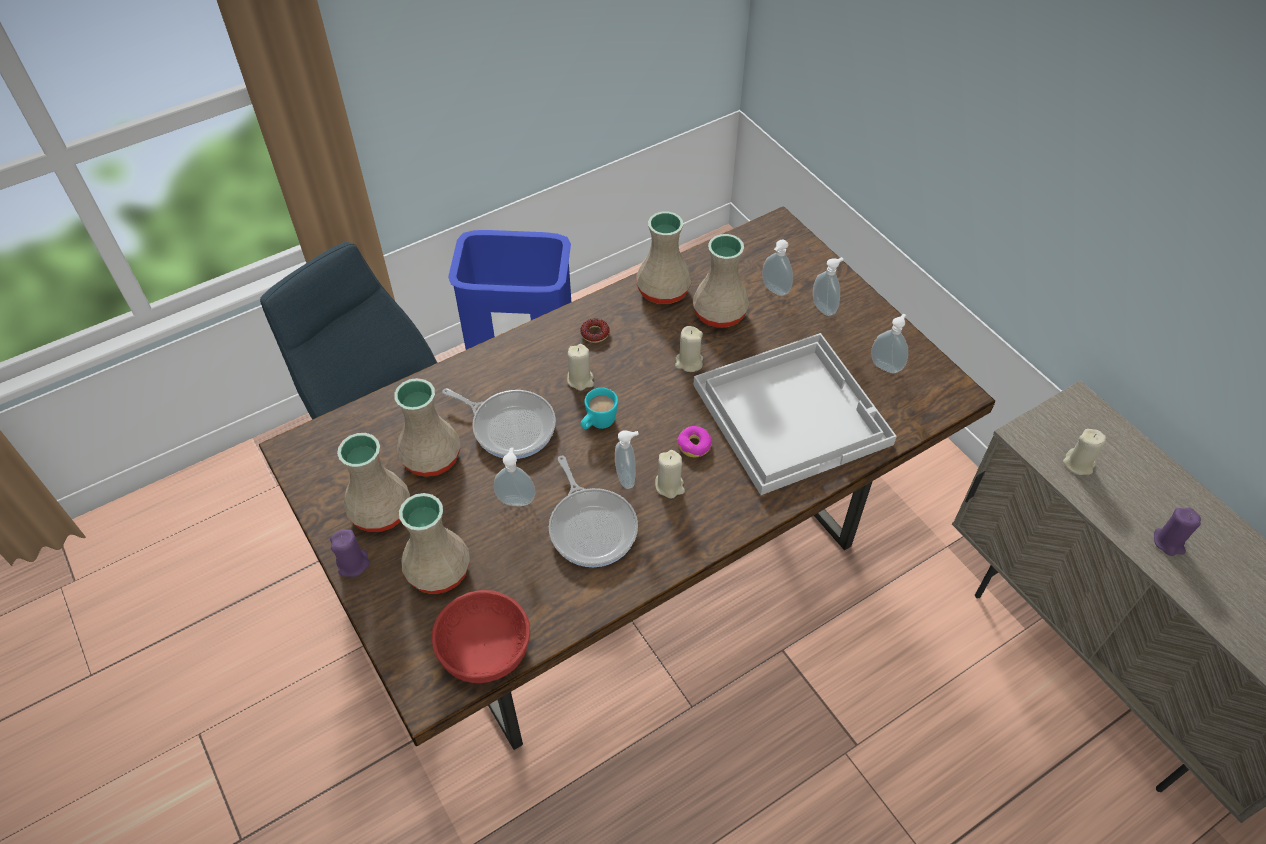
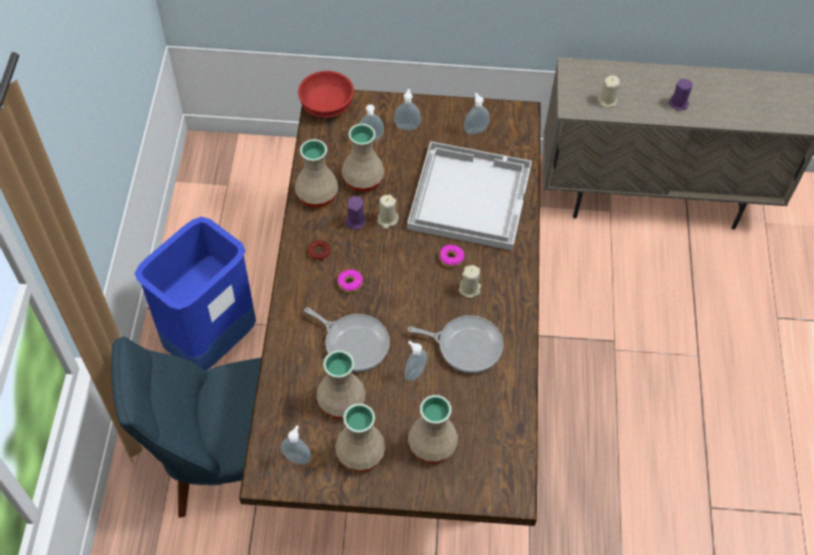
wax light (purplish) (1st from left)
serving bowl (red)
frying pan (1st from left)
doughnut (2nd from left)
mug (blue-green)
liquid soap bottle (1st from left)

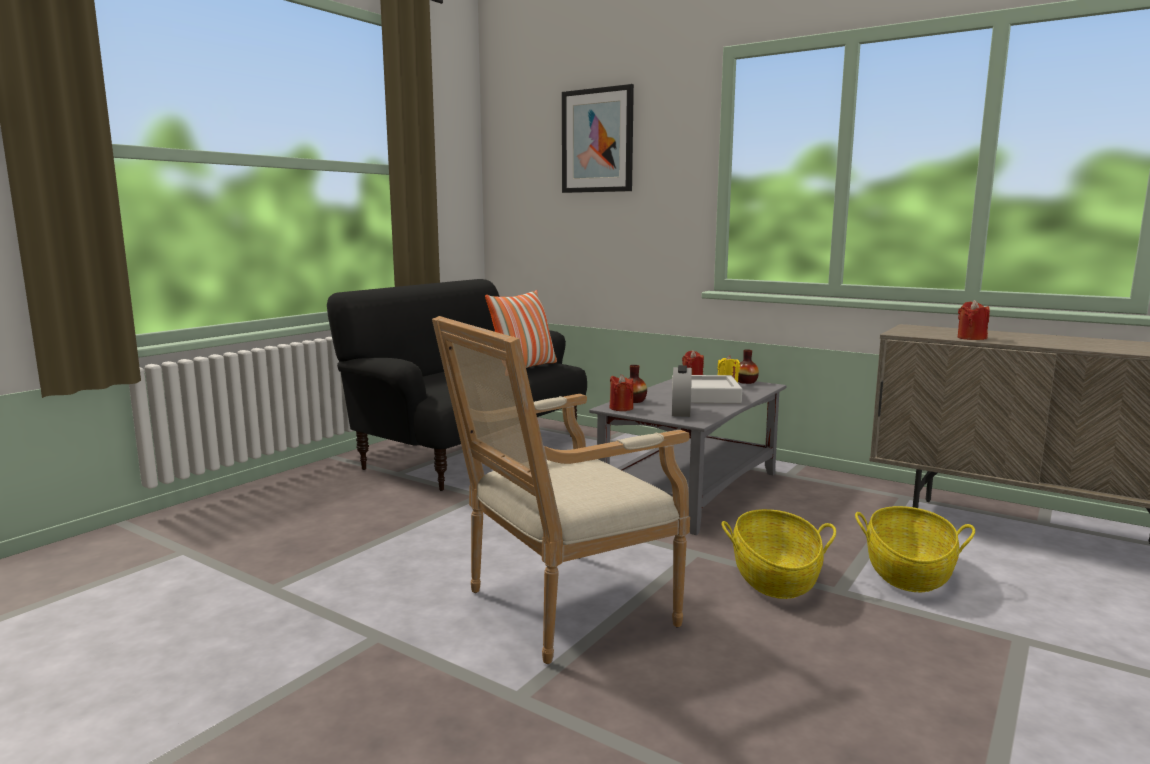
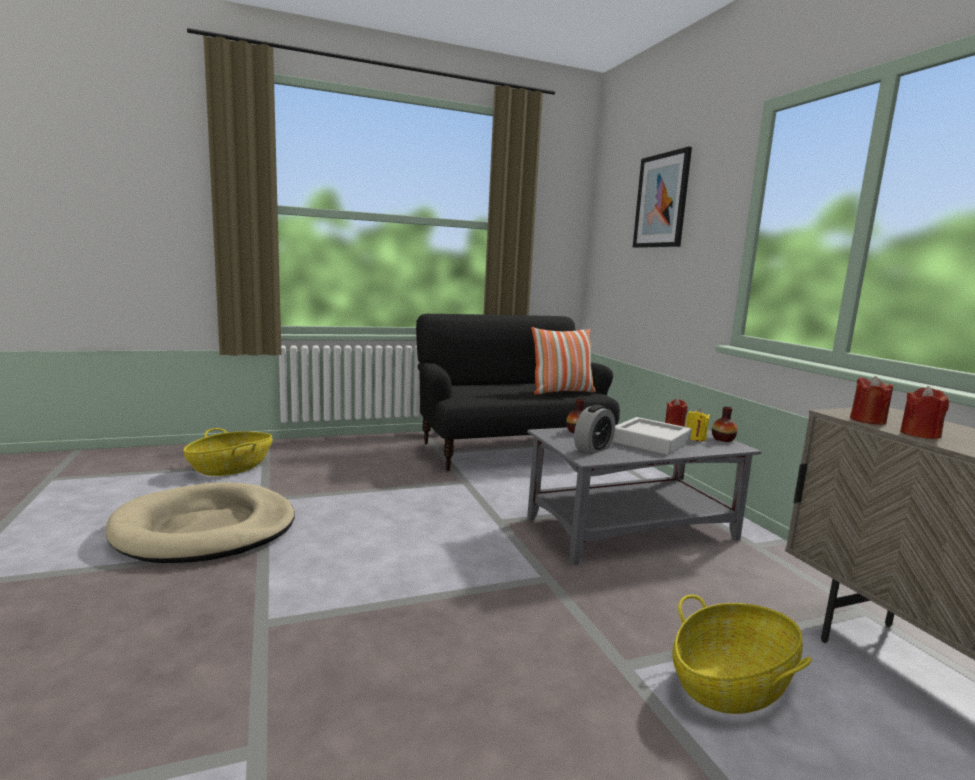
armchair
wax light (red) (2nd from left)
storage basket (1st from left)
dog cushion (beige-coloured)

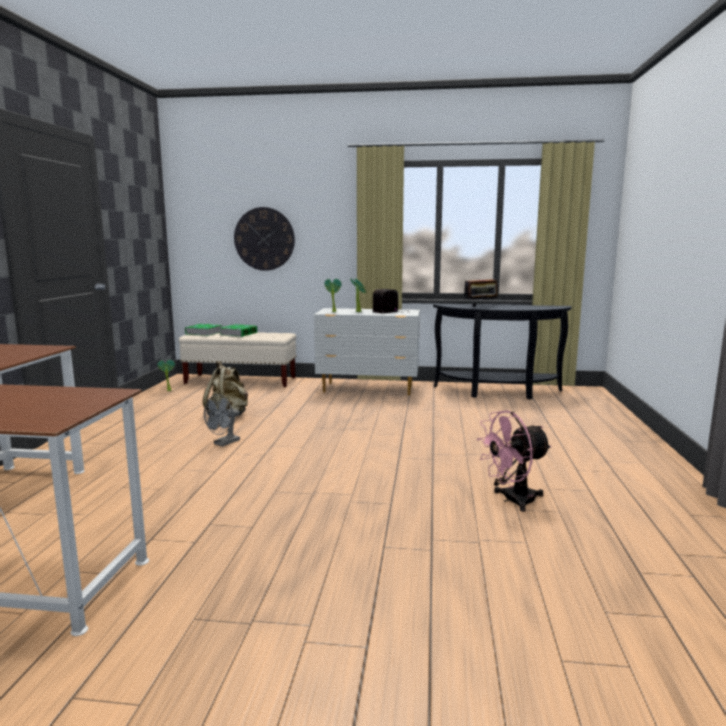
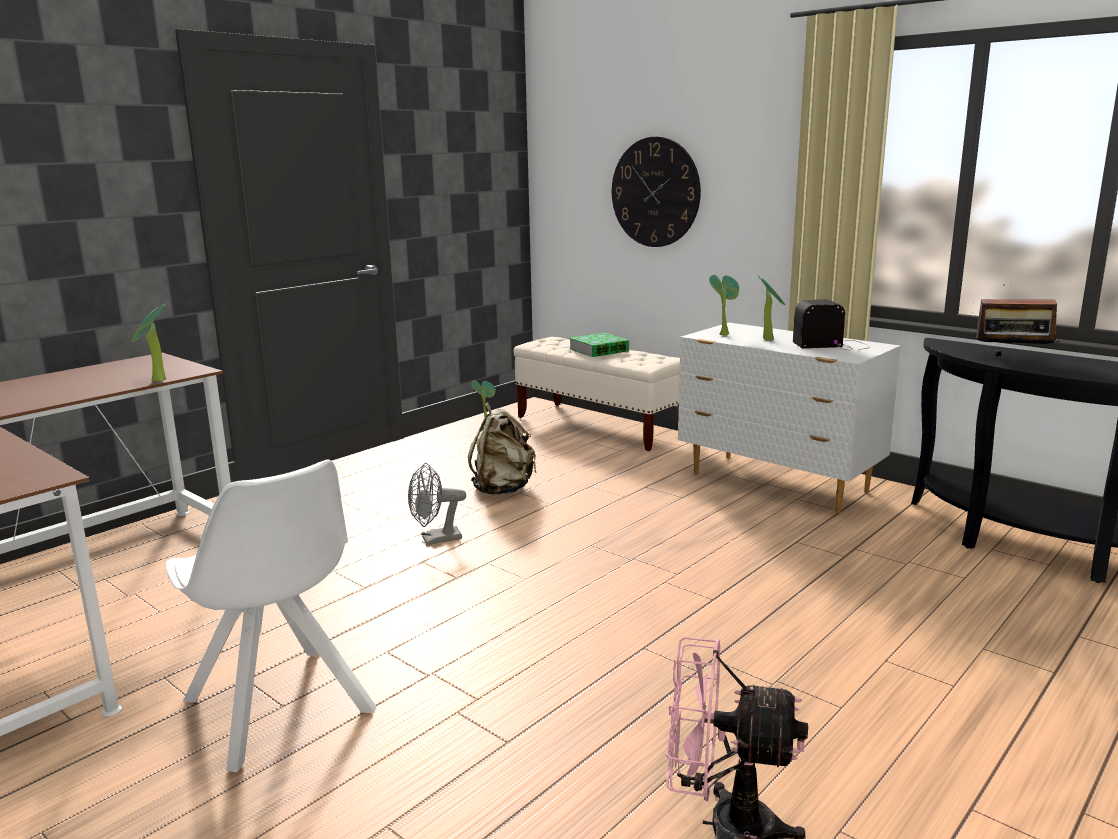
volume (1st from left in the first image)
houseplant (1st from left)
upright chair (whitish)

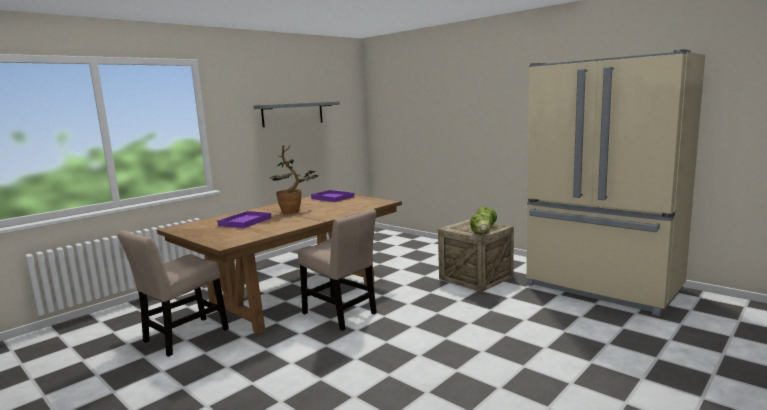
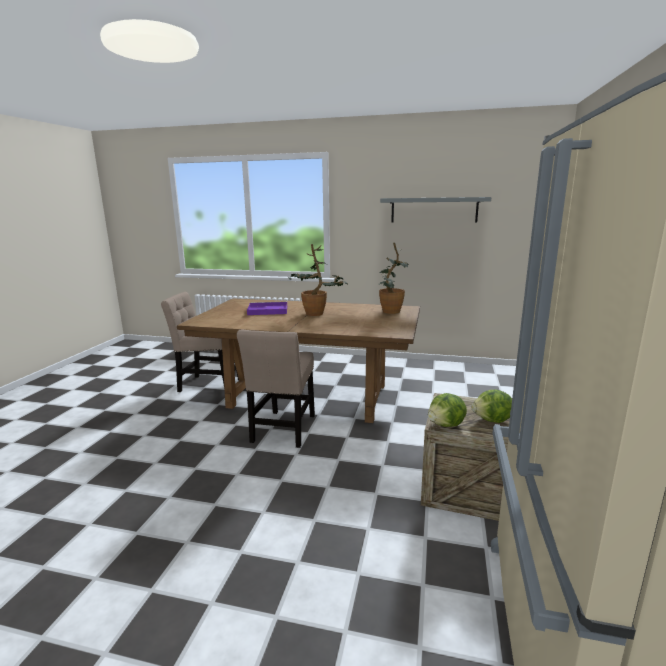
houseplant (2nd from left)

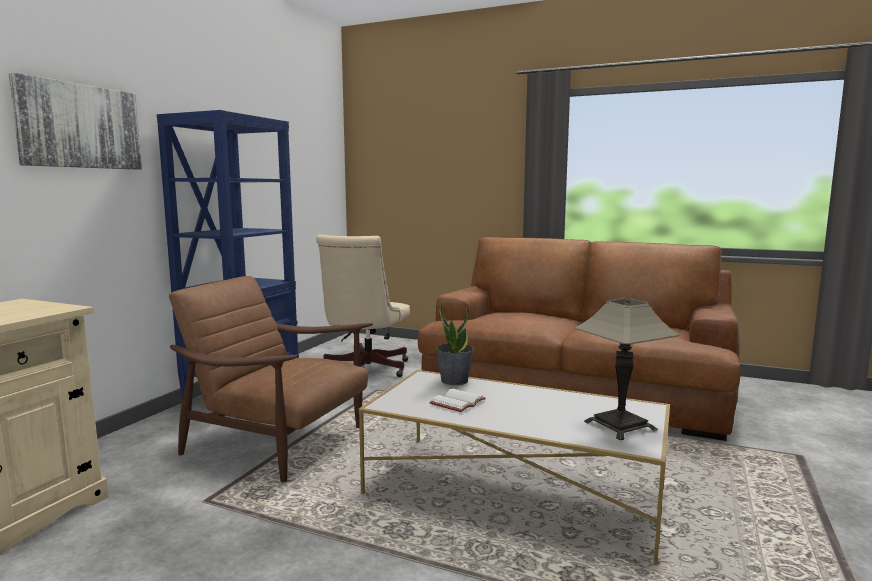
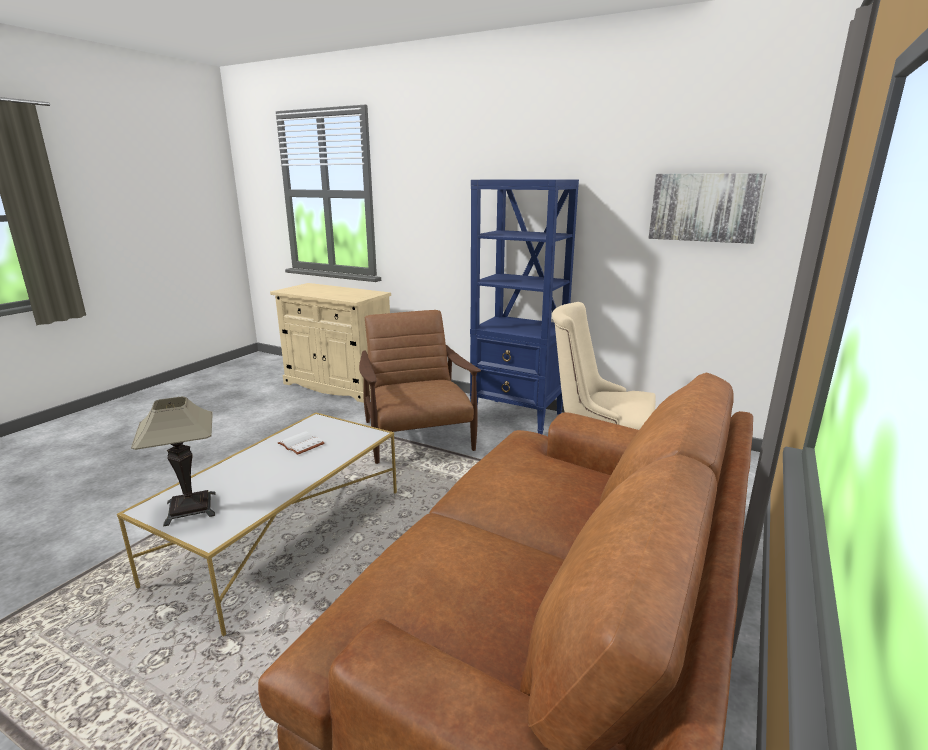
picture
armchair (brown)
houseplant

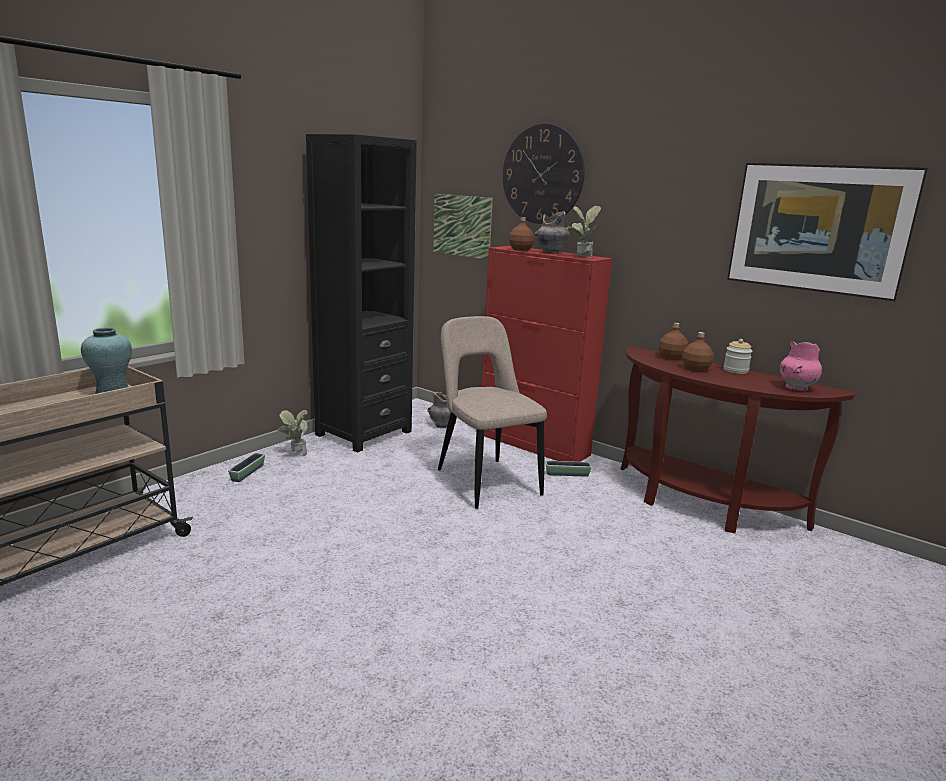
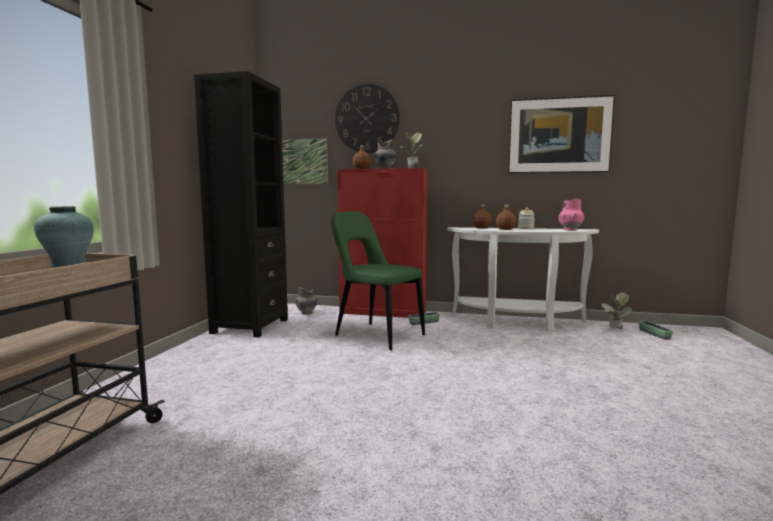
plant pot (2nd from left)
houseplant (2nd from left)
upright chair (greenish)
console table (whitish)

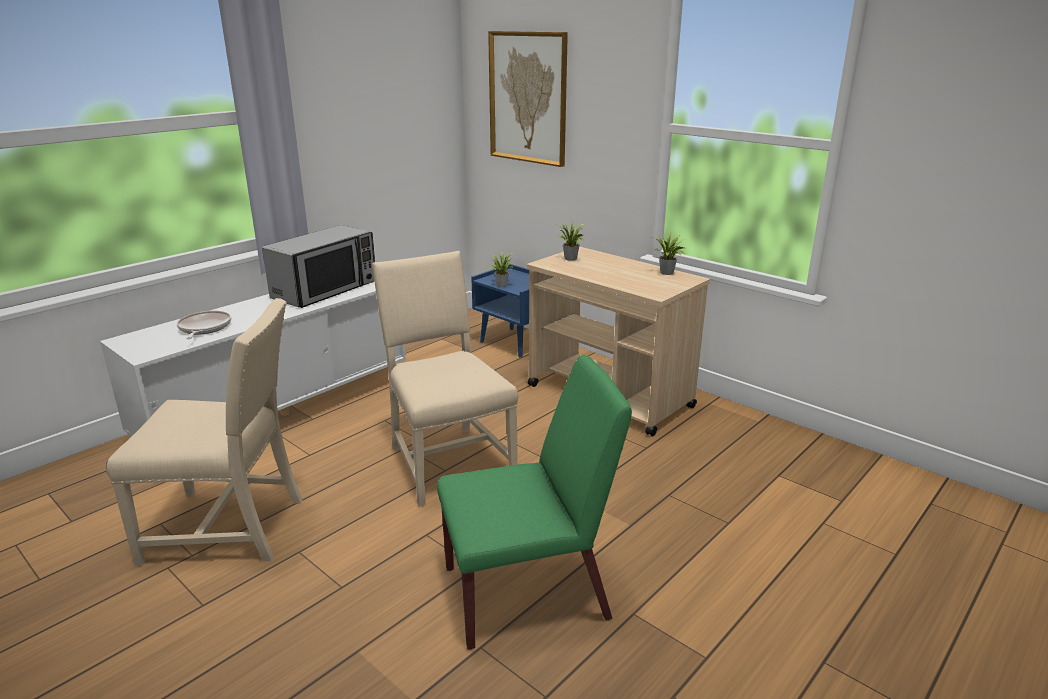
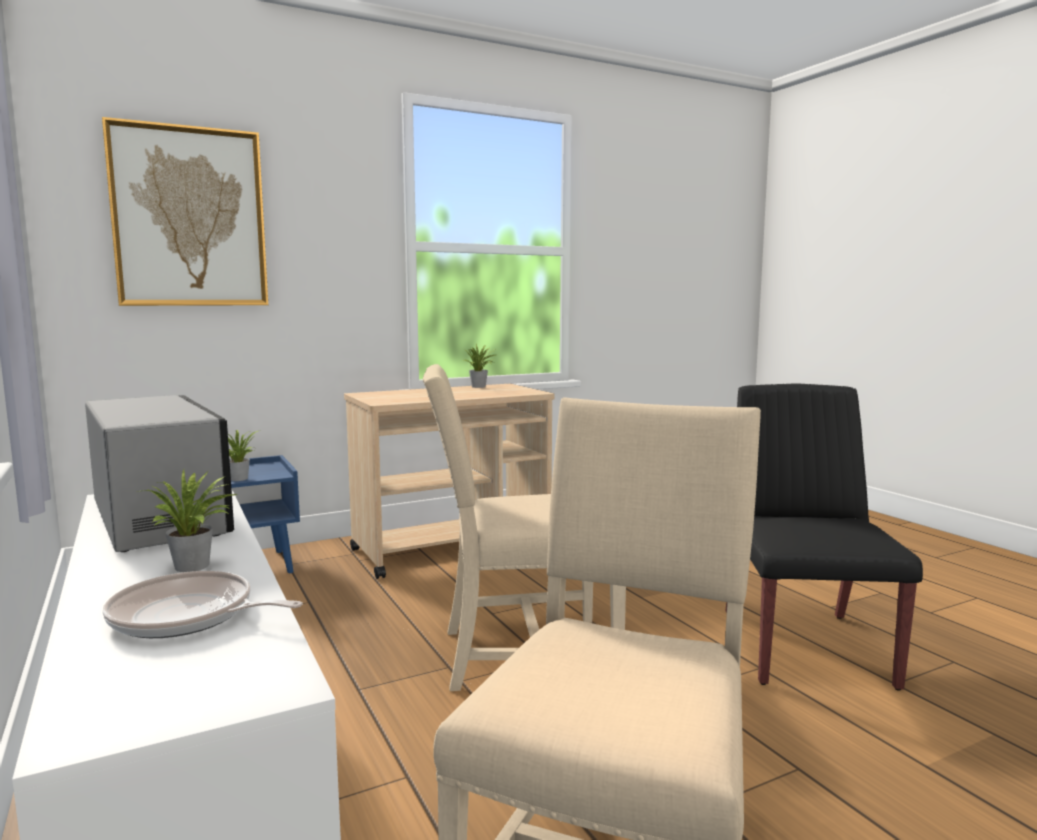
upright chair (black-coloured)
houseplant (1st from left)

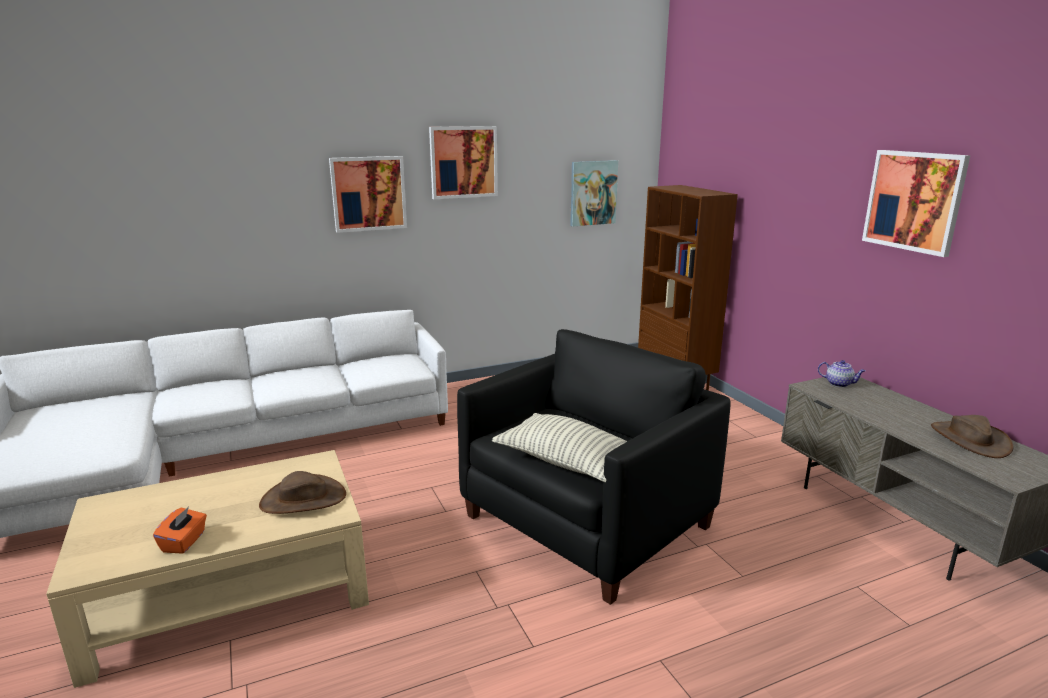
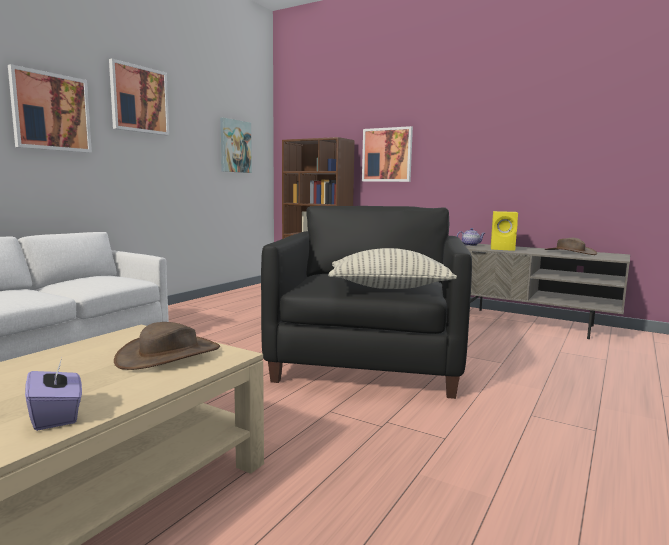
tissue box (purplish)
picture (4th from left)
loudspeaker (yellow-coloured)

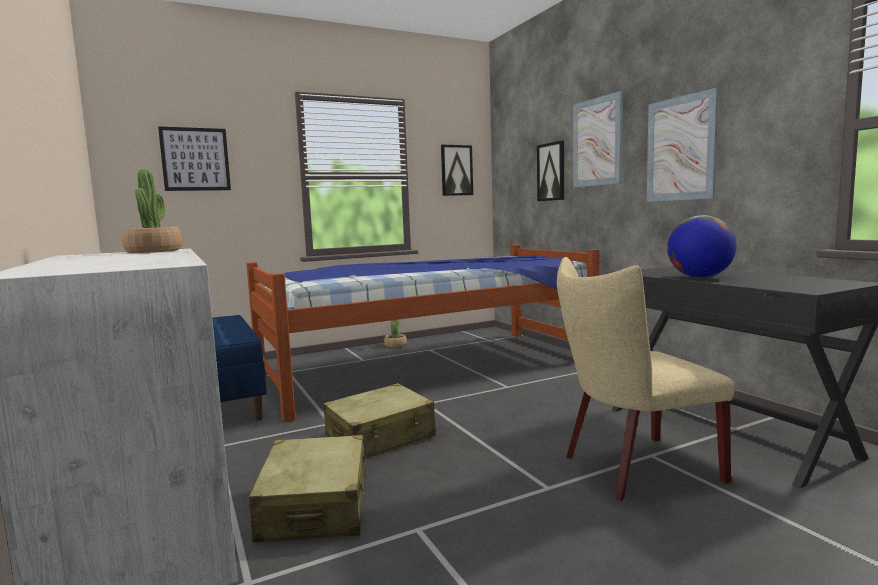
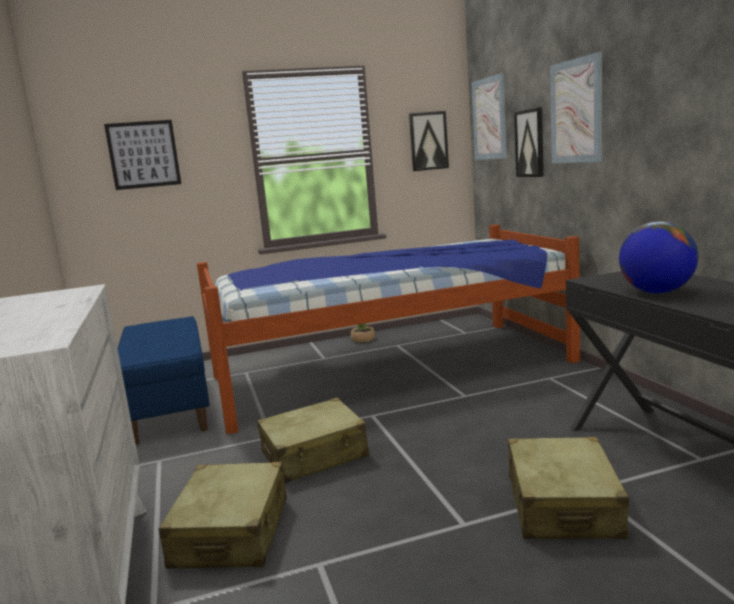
houseplant (1st from left in the first image)
suitcase (beige-coloured) (3rd from left)
picture (3rd from left)

